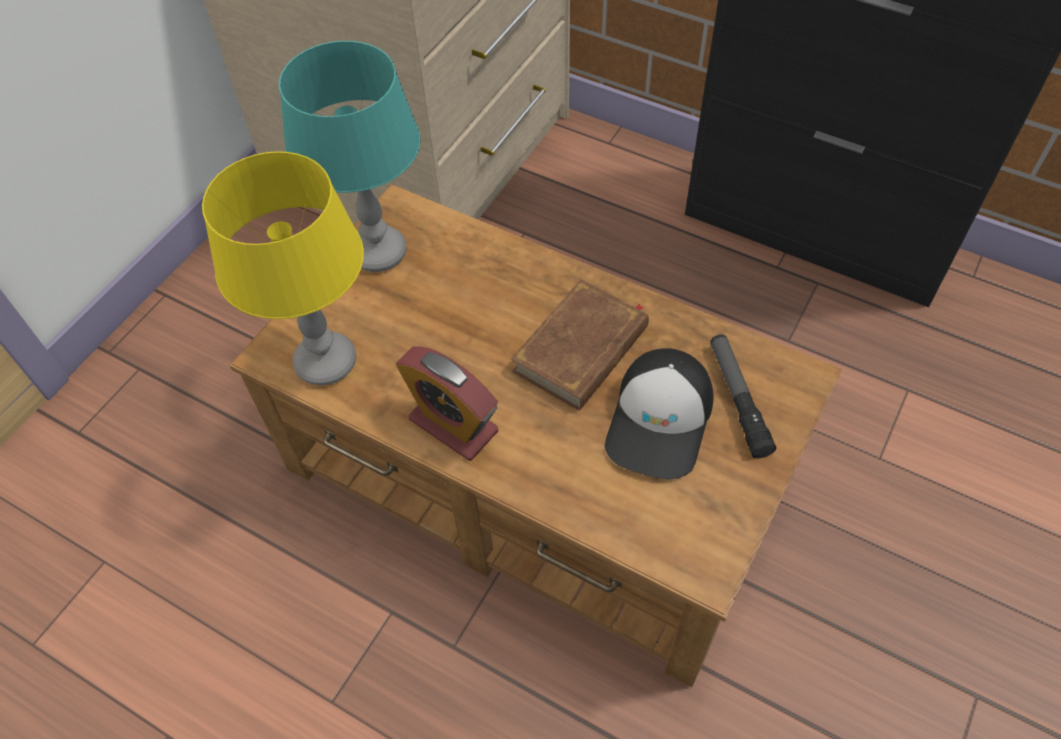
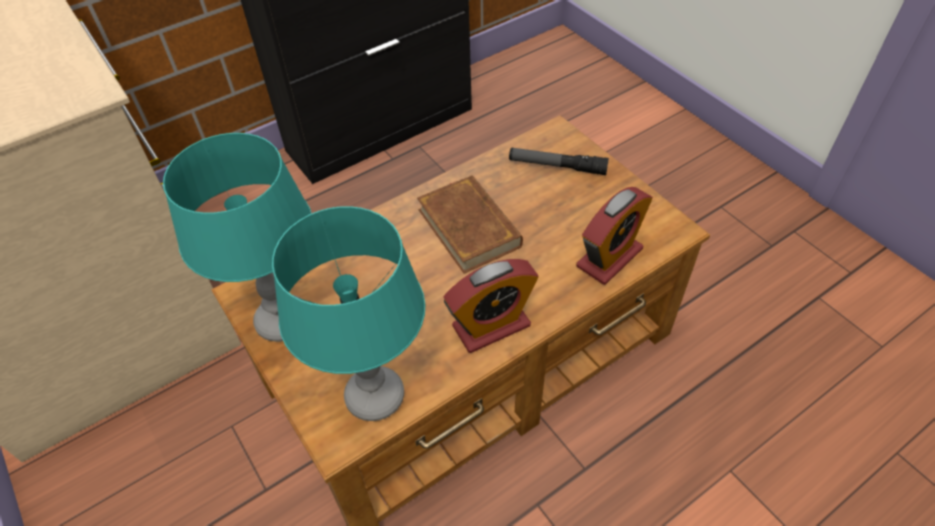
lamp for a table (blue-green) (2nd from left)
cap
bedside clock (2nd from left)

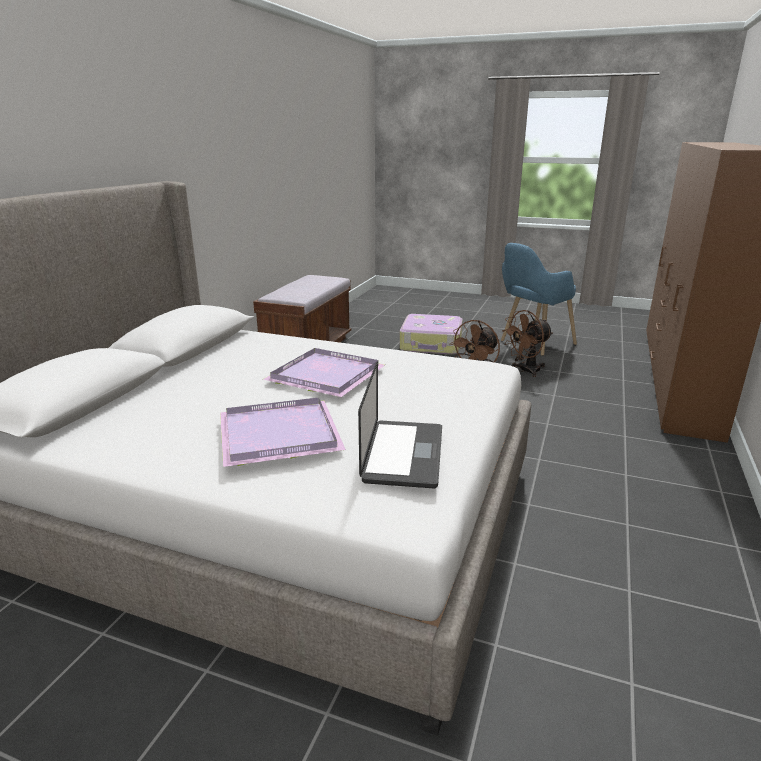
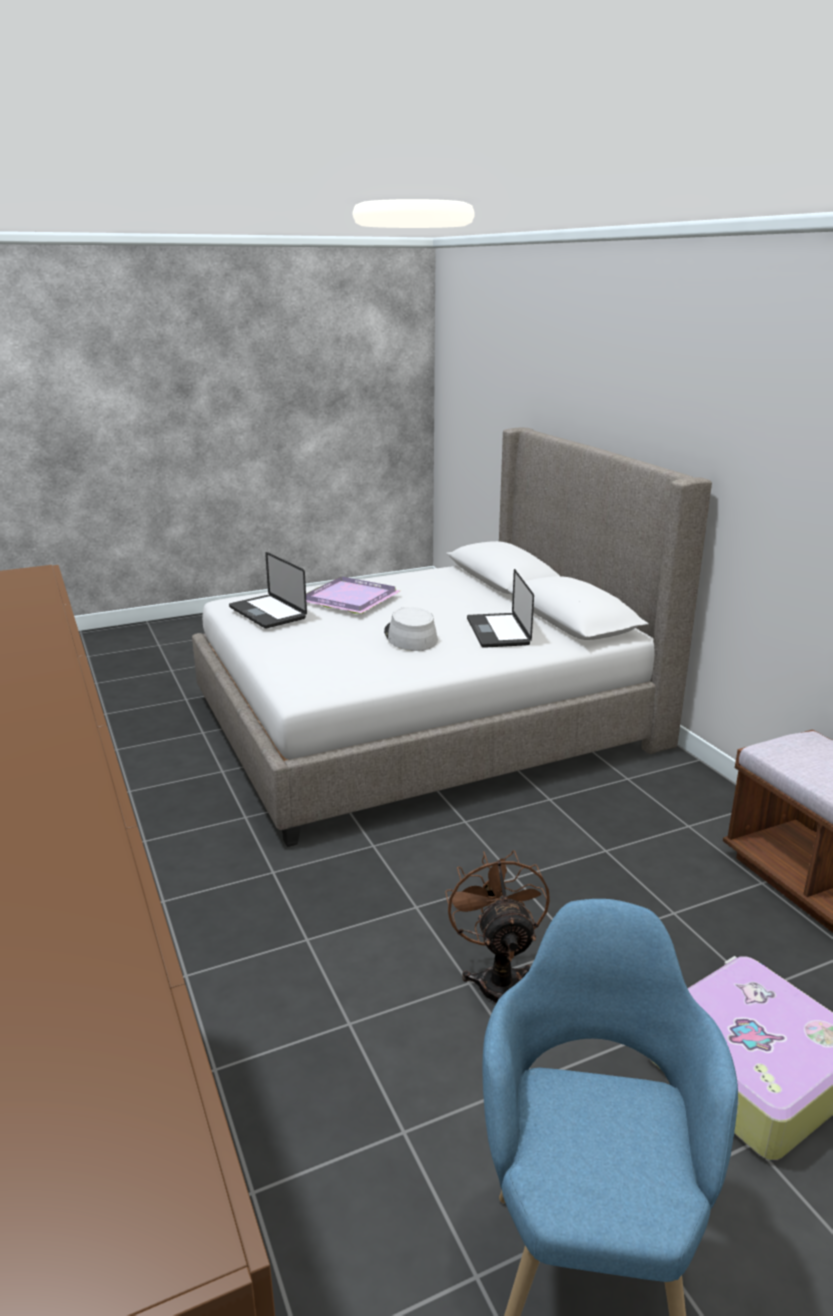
hat (gray)
electric fan (brown) (2nd from left in the first image)
notebook computer (2nd from left)

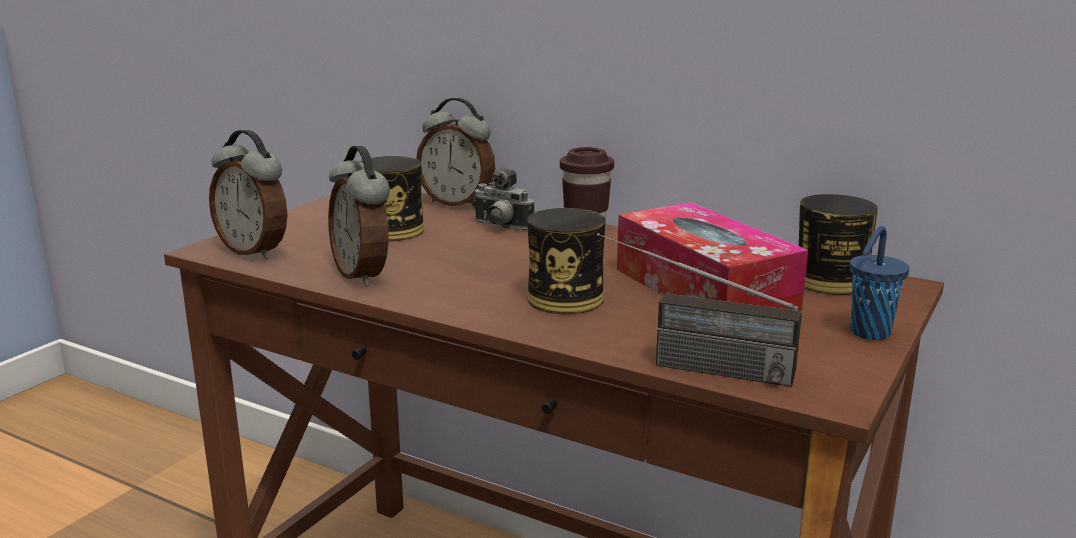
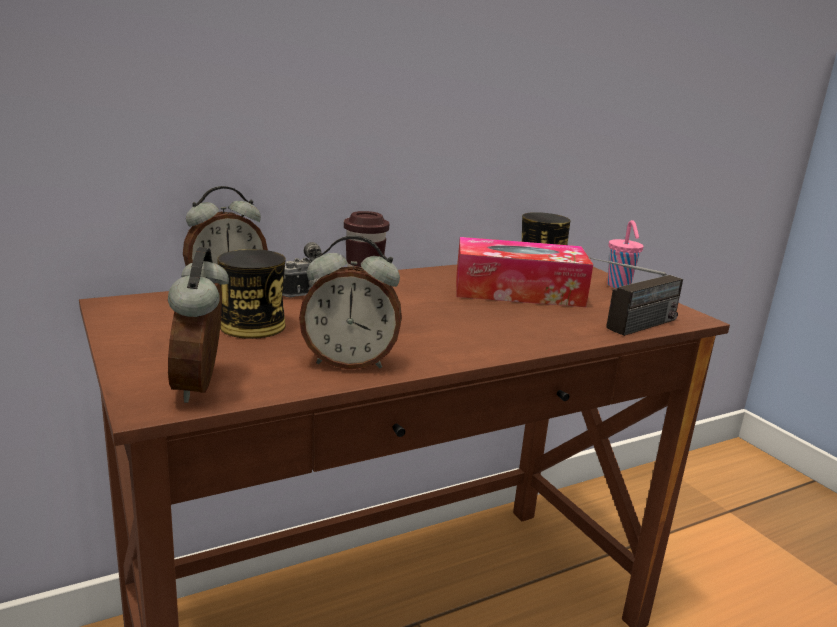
bedside clock (1st from left)
sealed can (2nd from left in the first image)
cup (pink-coloured)

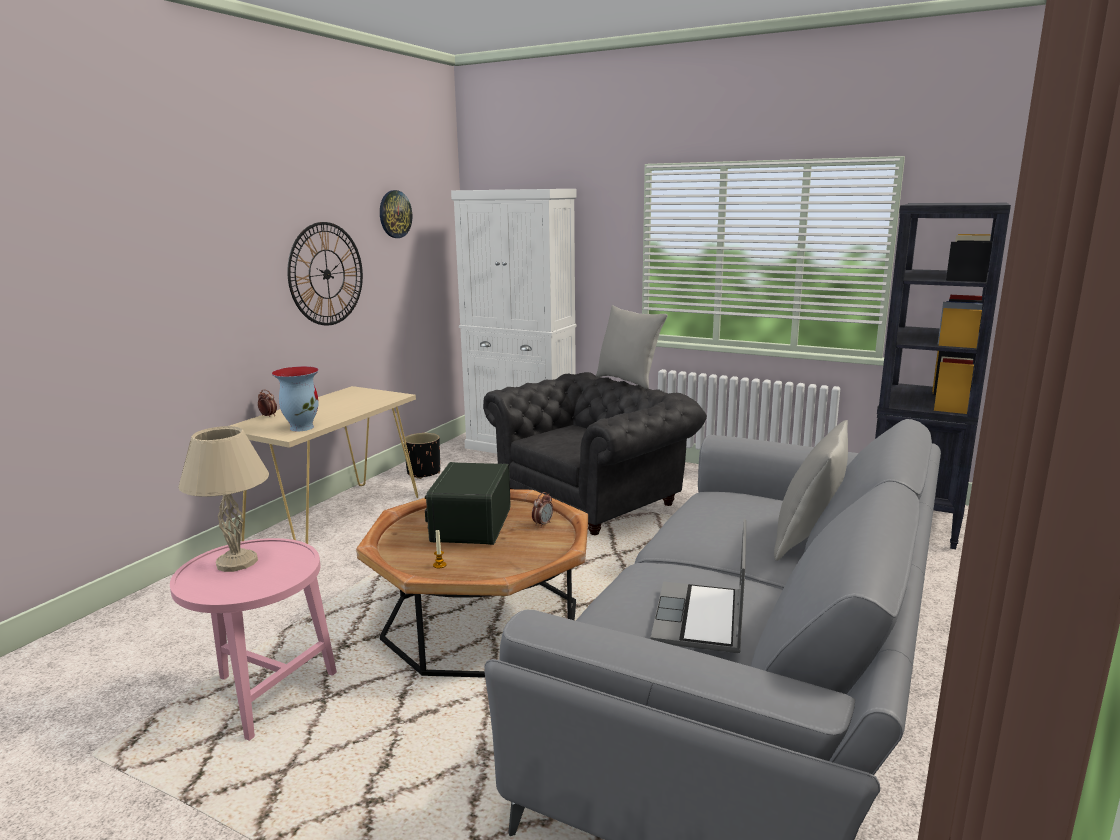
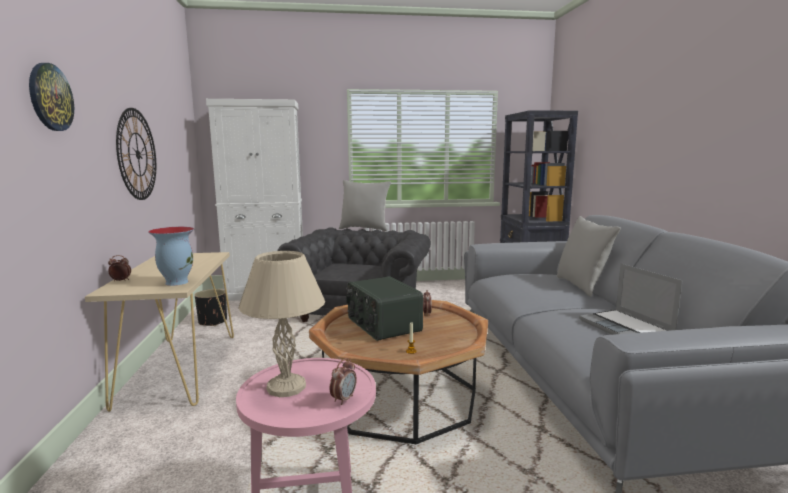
wall clock (1st from left)
bedside clock (2nd from left)

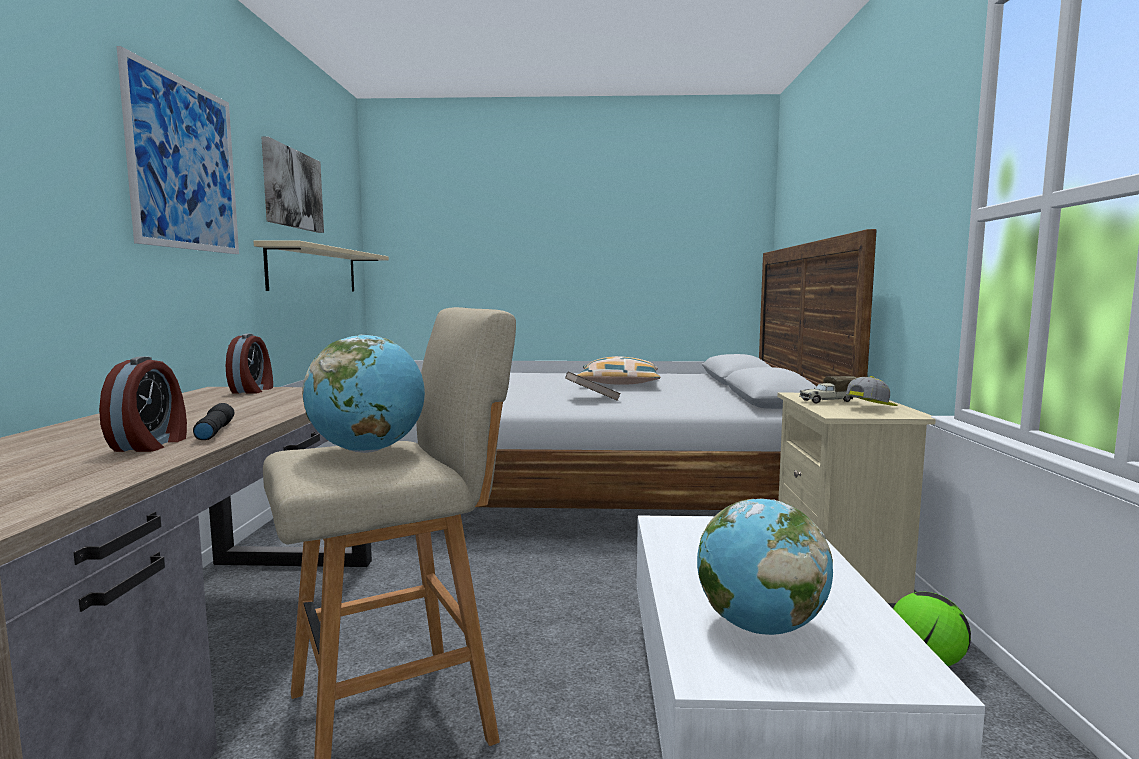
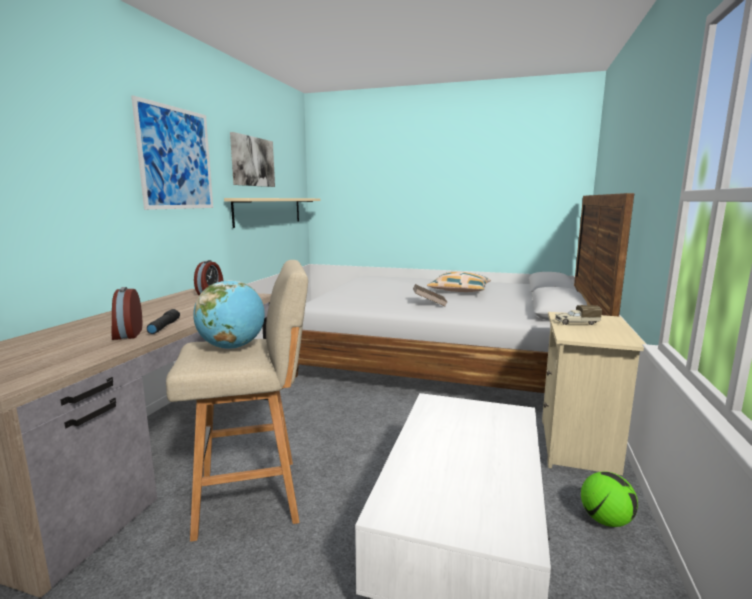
bedside clock (1st from left)
desk globe (2nd from left in the first image)
cap

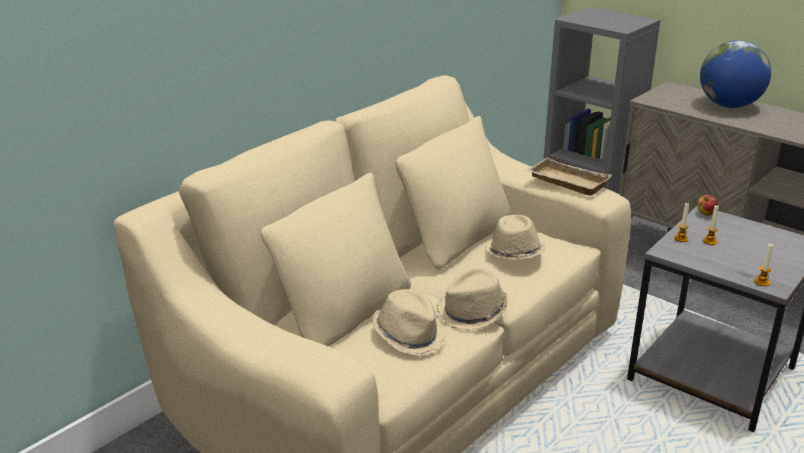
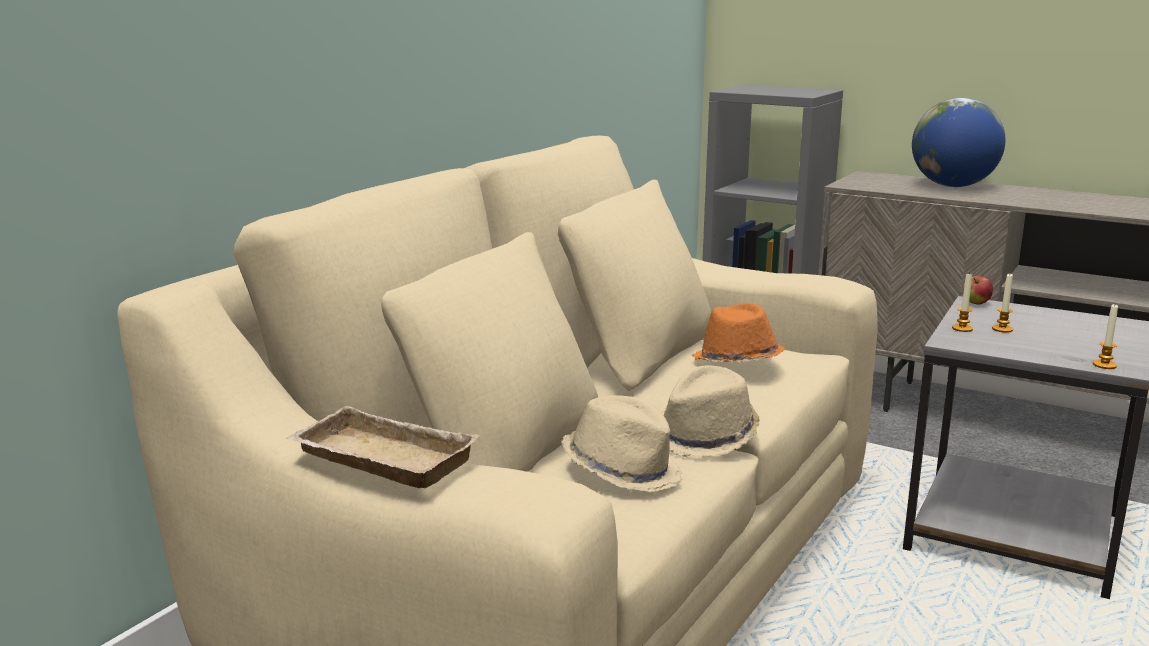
hat (orange)
carrying tray (beige-coloured)

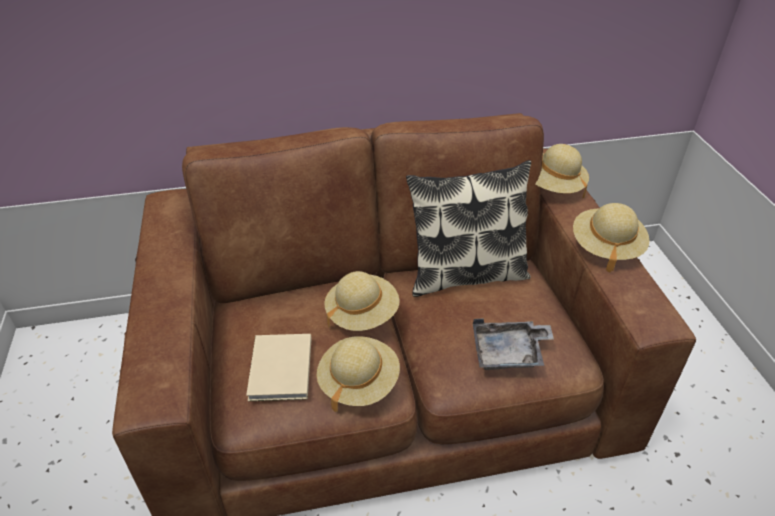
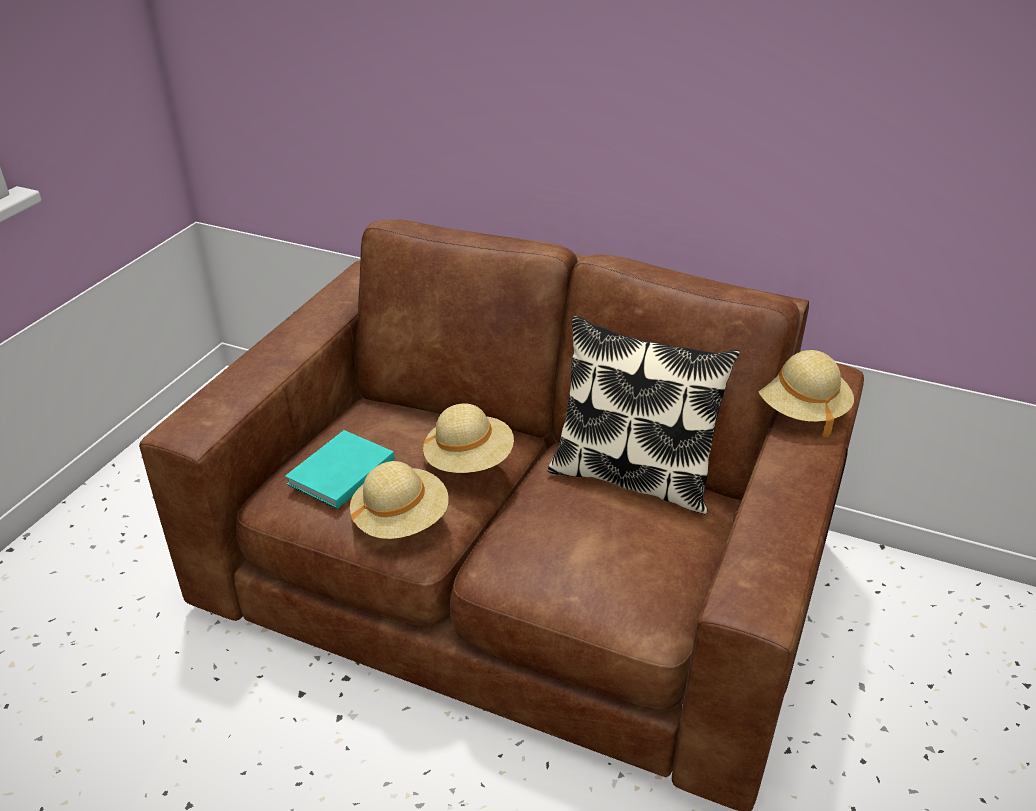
volume (blue-green)
carrying tray (gray)
hat (beige-coloured) (4th from left in the first image)

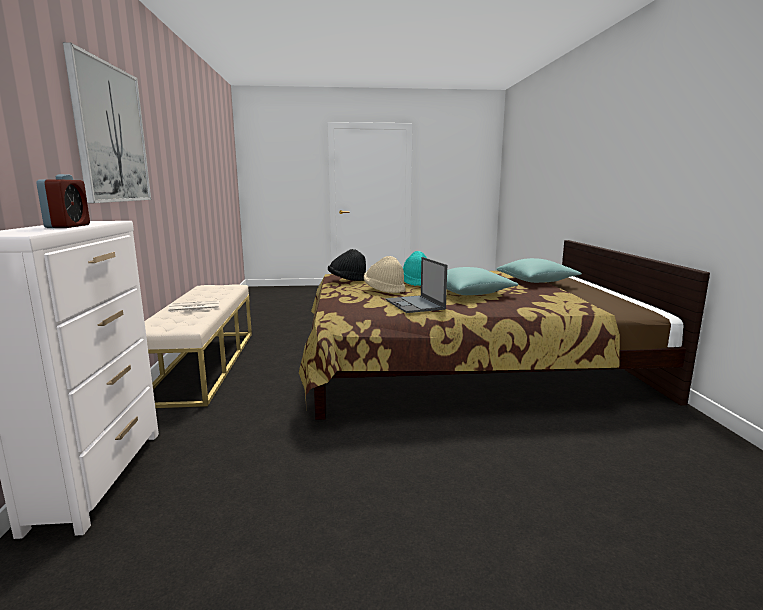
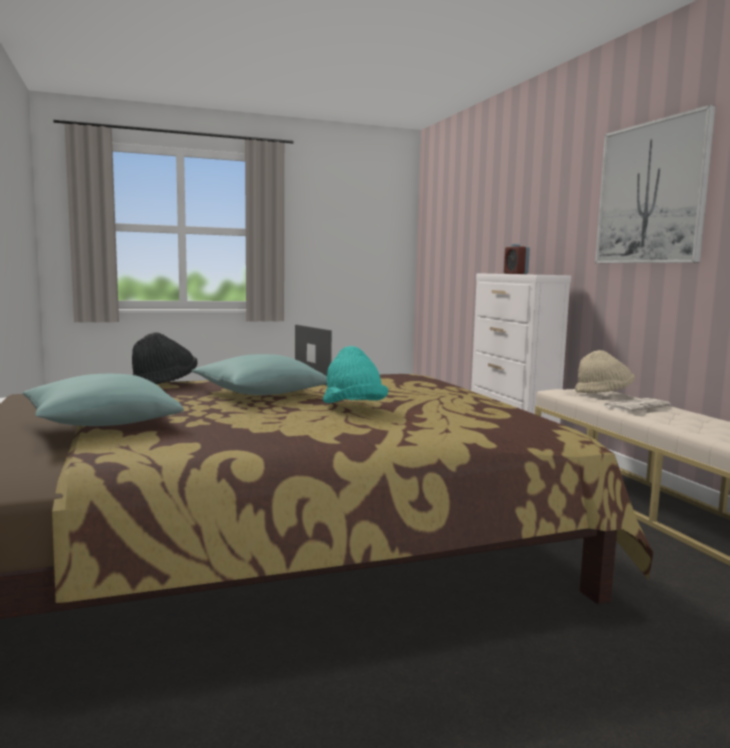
hat (black-coloured)
hat (beige-coloured)

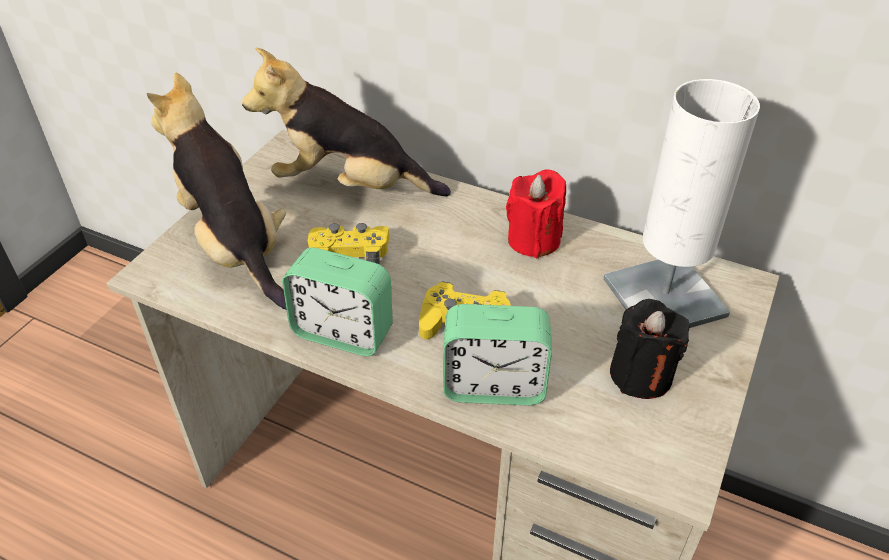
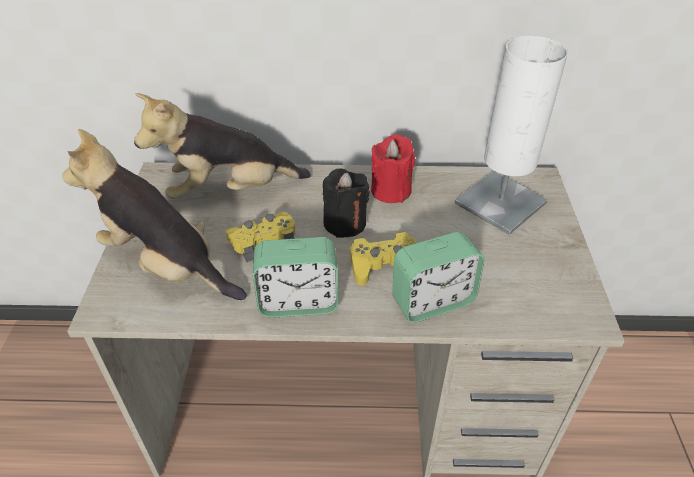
wax light (black-coloured)

